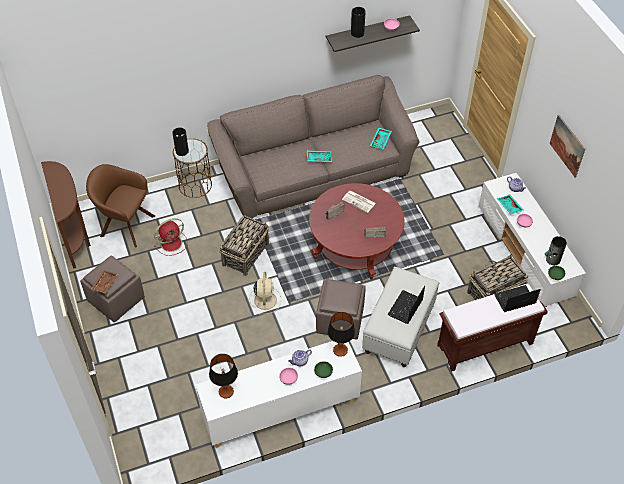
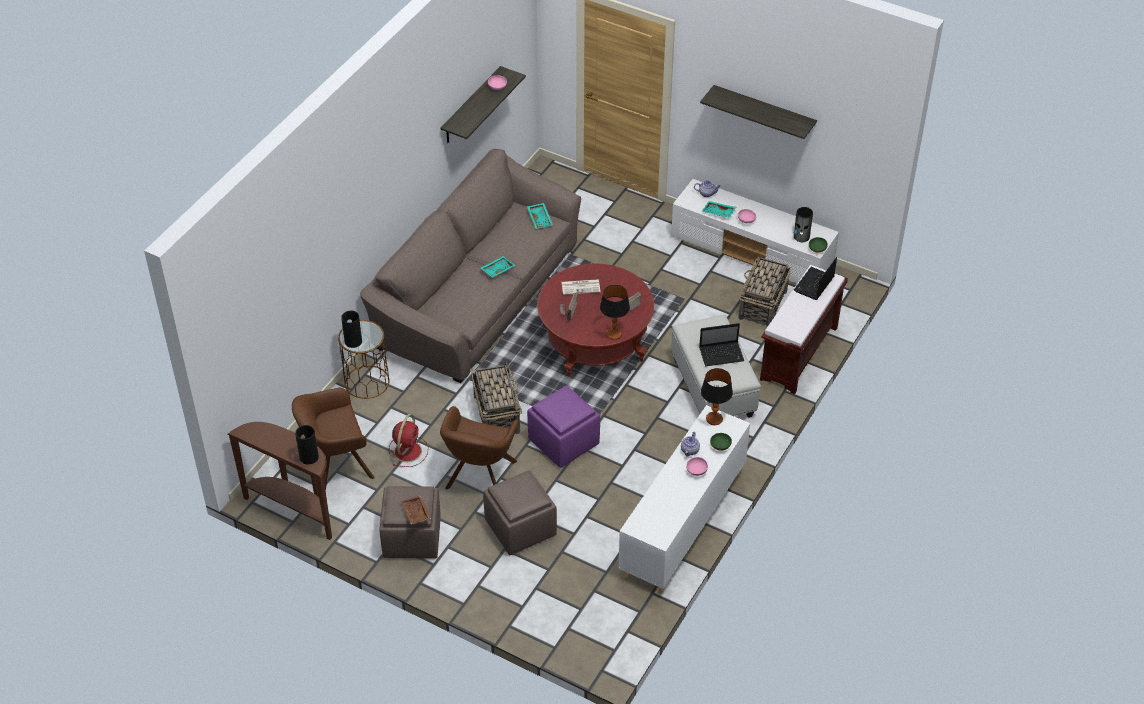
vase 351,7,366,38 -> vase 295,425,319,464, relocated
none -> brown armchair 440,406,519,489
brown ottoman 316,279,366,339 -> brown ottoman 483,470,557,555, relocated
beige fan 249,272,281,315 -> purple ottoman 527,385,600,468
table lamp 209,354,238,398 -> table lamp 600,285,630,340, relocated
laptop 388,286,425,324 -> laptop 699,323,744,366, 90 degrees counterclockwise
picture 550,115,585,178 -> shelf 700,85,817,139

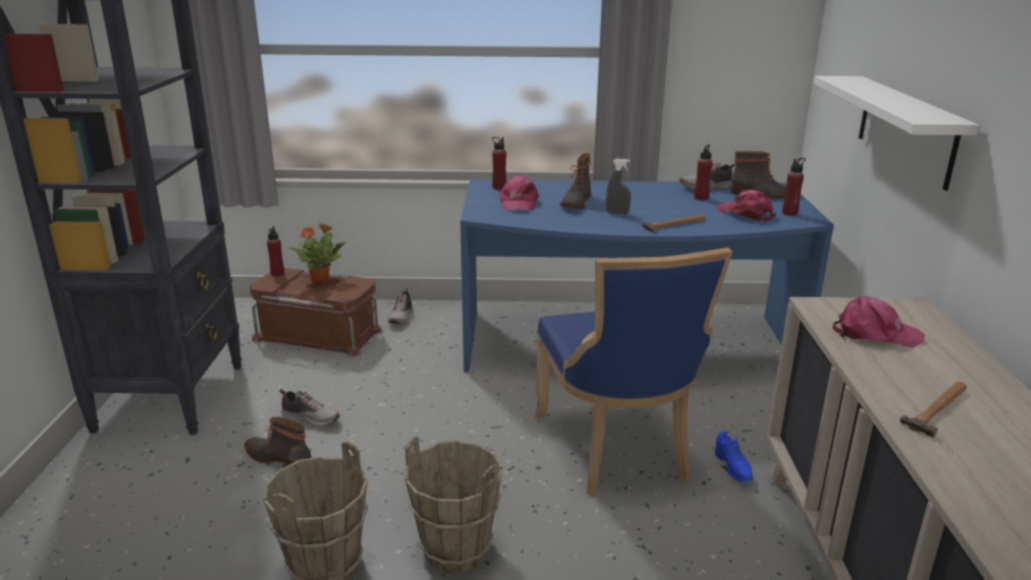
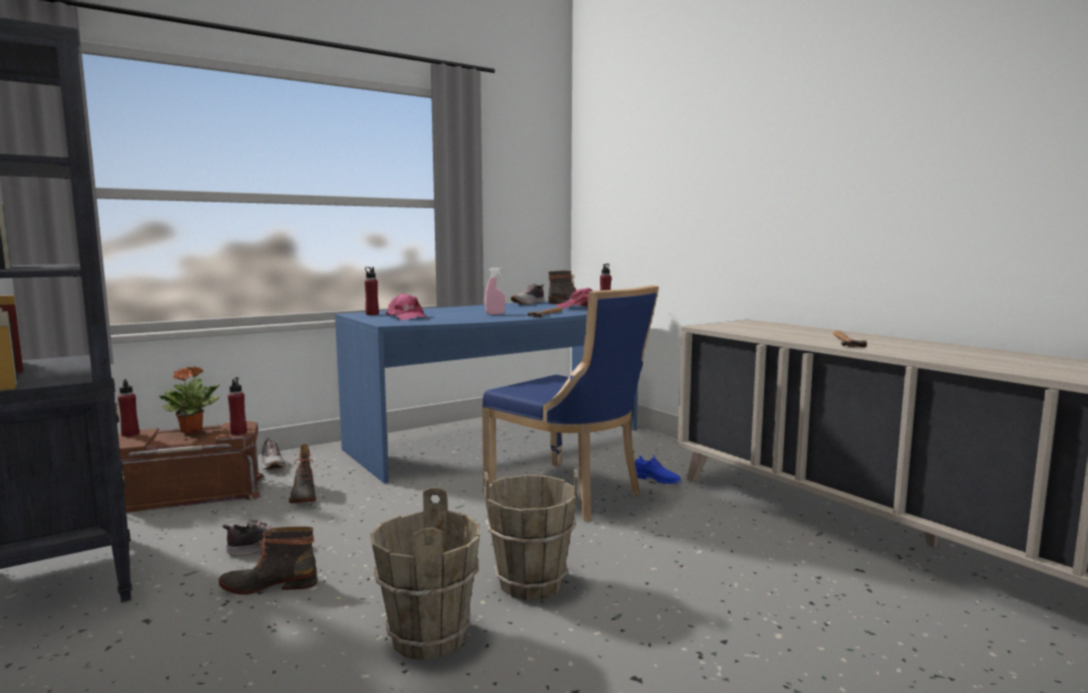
red bottle 694,144,713,200 -> red bottle 228,377,247,435, relocated
boot 560,153,591,209 -> boot 289,444,316,503, relocated
grey spray bottle 606,159,631,214 -> pink spray bottle 485,268,505,315
white shelf 813,76,979,191 -> none
pink cap 832,296,925,348 -> none

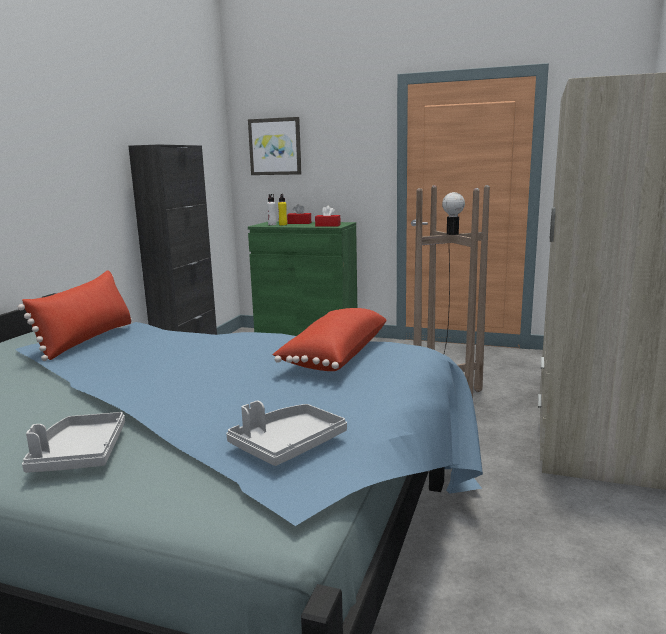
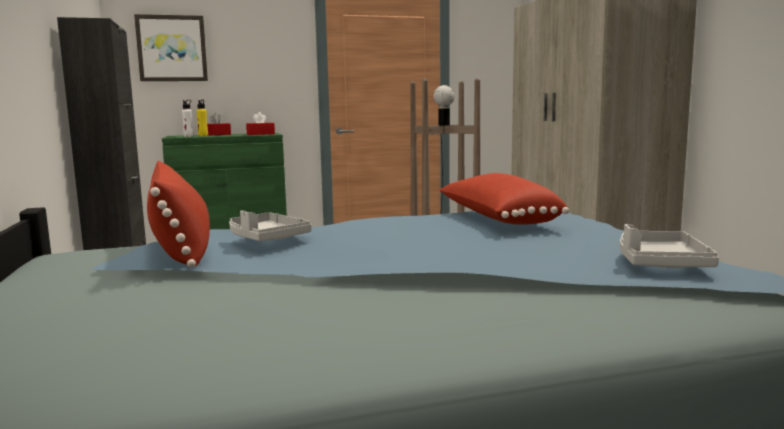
grey tray 22,412,125,473 -> grey tray 229,210,312,241, relocated

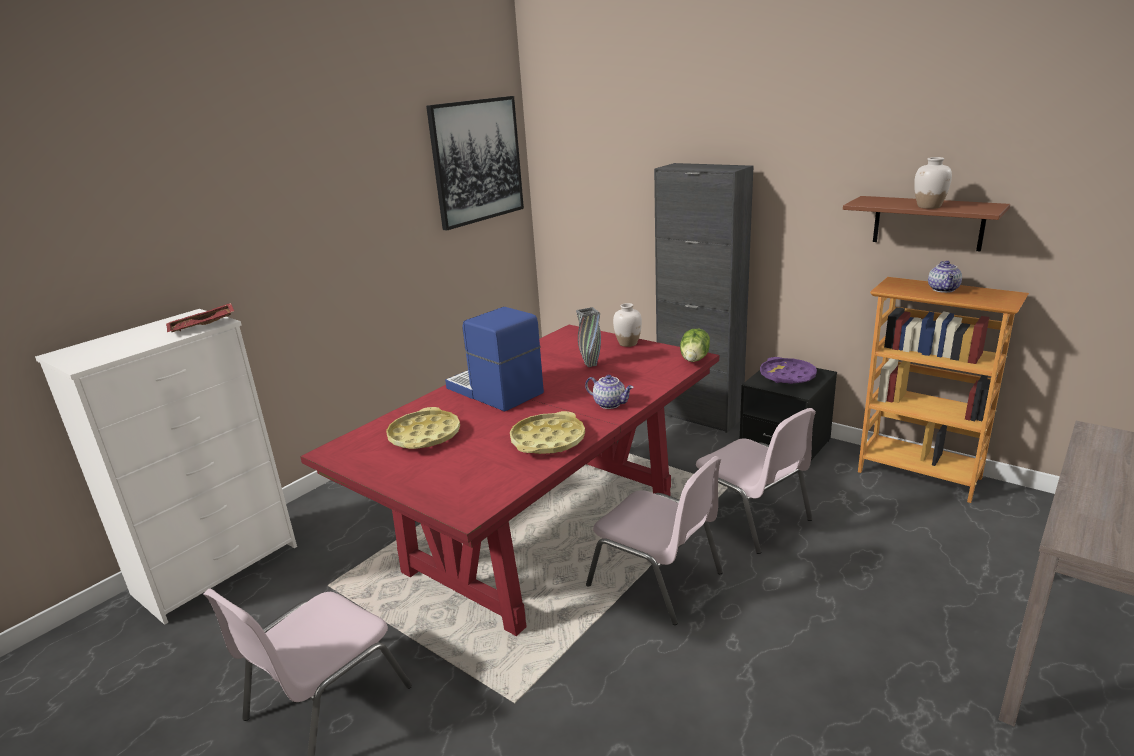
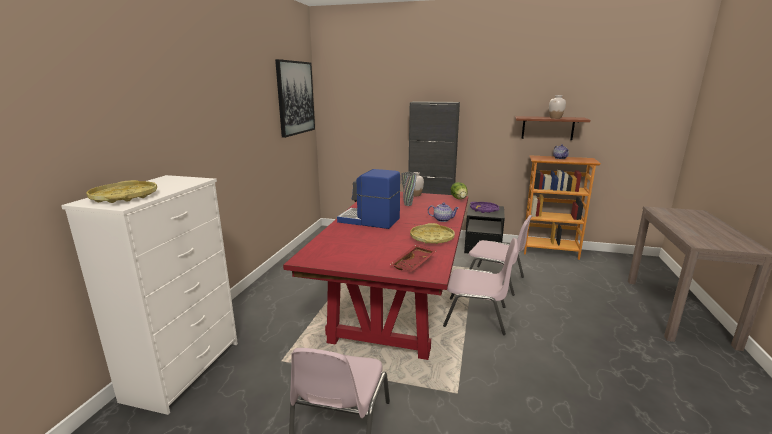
yellow tray 386,407,460,449 -> yellow tray 86,180,157,203, relocated
red tray 166,303,234,332 -> red tray 390,245,436,271, relocated

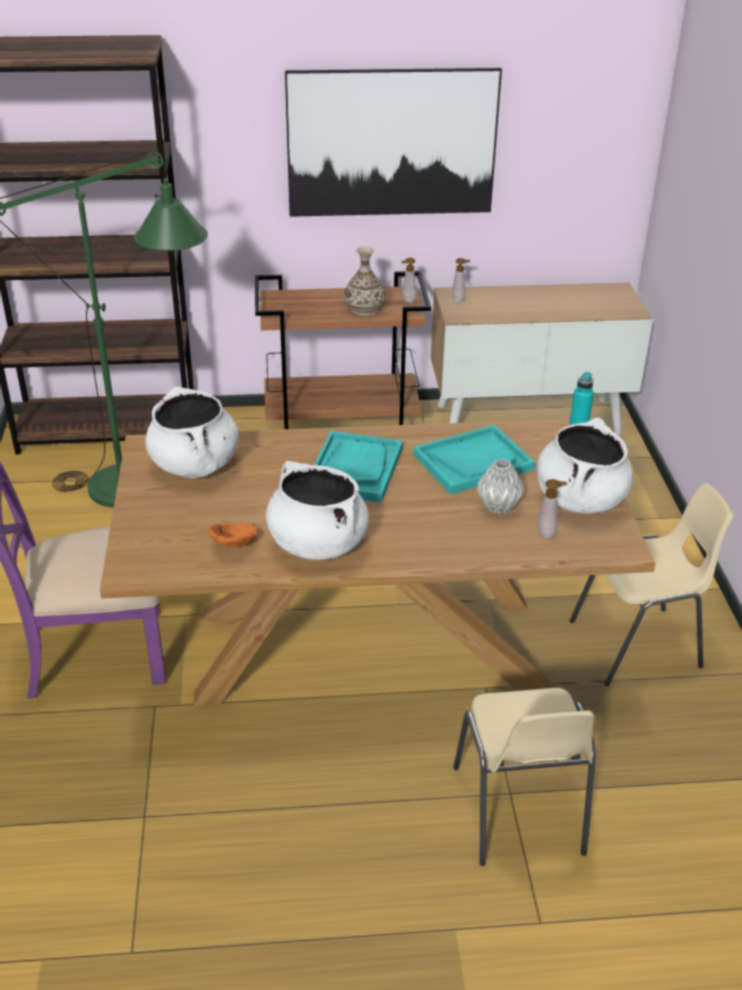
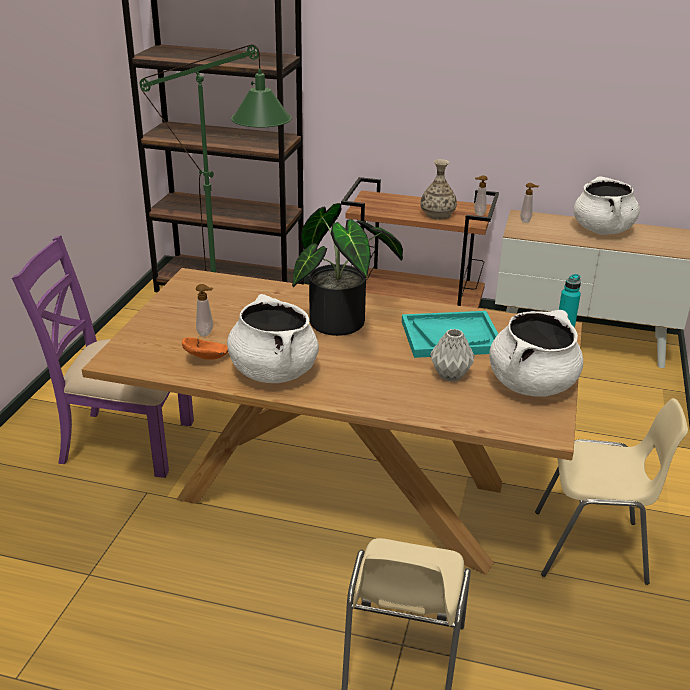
soap dispenser 537,479,567,538 -> soap dispenser 196,284,213,337, relocated
turquoise tray 314,431,403,503 -> potted plant 292,203,403,336
white cooking pot 145,387,239,478 -> white cooking pot 574,176,640,235, relocated
picture 285,68,502,217 -> none

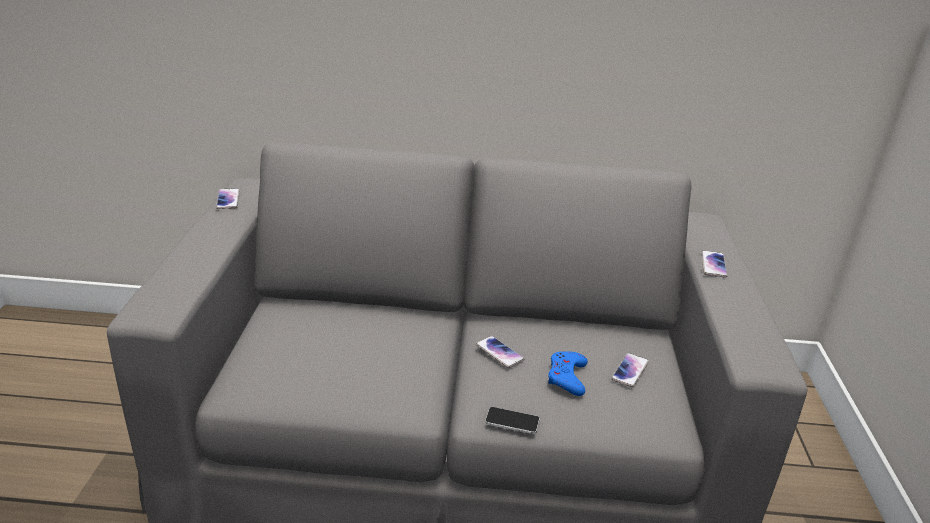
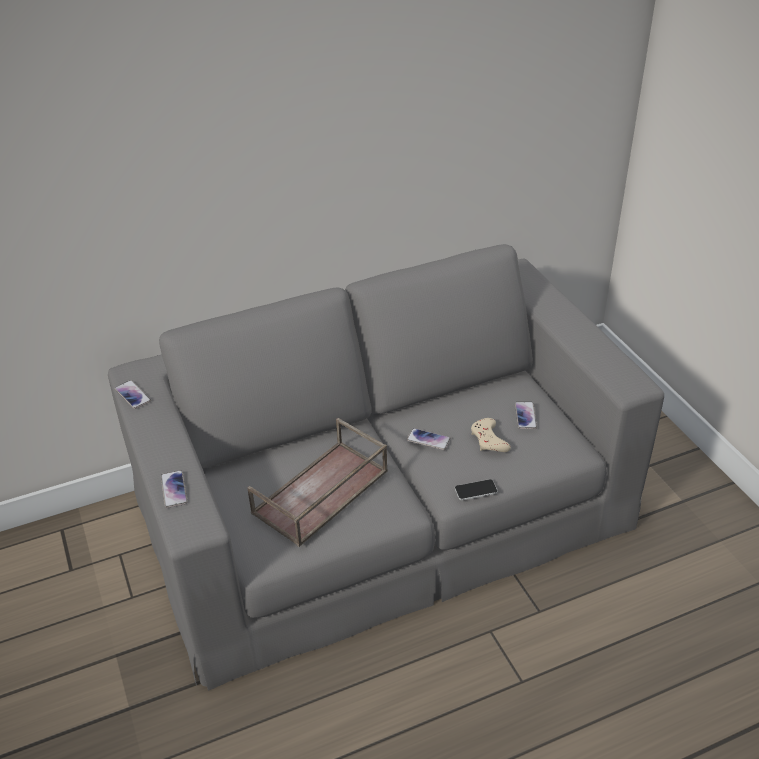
phone 701,250,728,278 -> phone 161,470,187,508, relocated
none -> brown tray 247,418,388,547
blue game controller 548,351,588,396 -> beige game controller 471,418,511,452

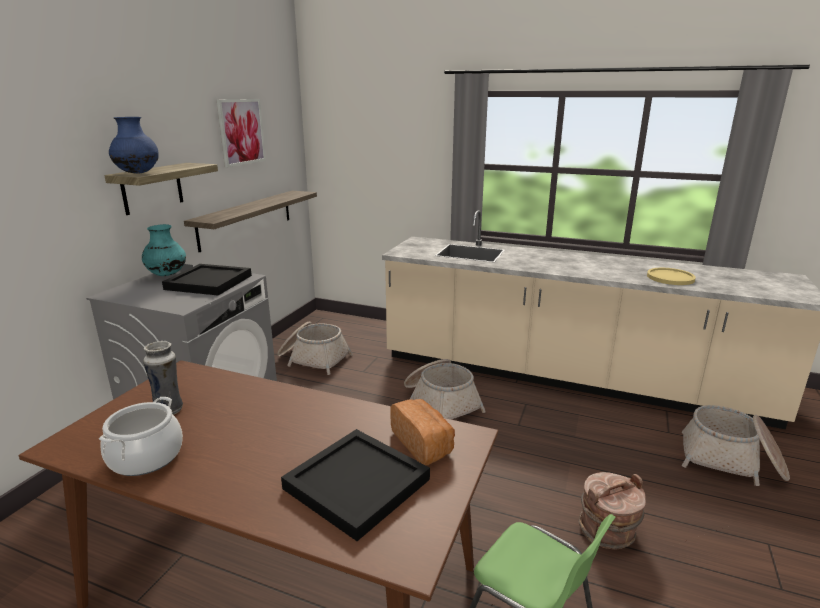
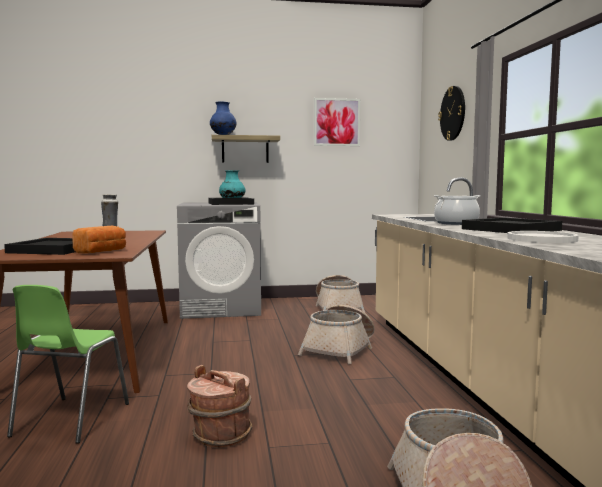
cooking pot 99,397,183,476 -> cooking pot 434,195,481,225, relocated
none -> wall clock 438,86,465,141
none -> black tray 462,217,562,233
yellow plate 647,268,696,285 -> white plate 507,231,579,243
shelf 184,191,317,252 -> none

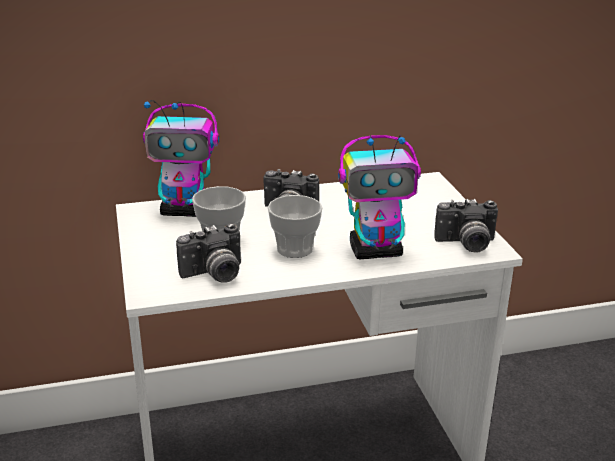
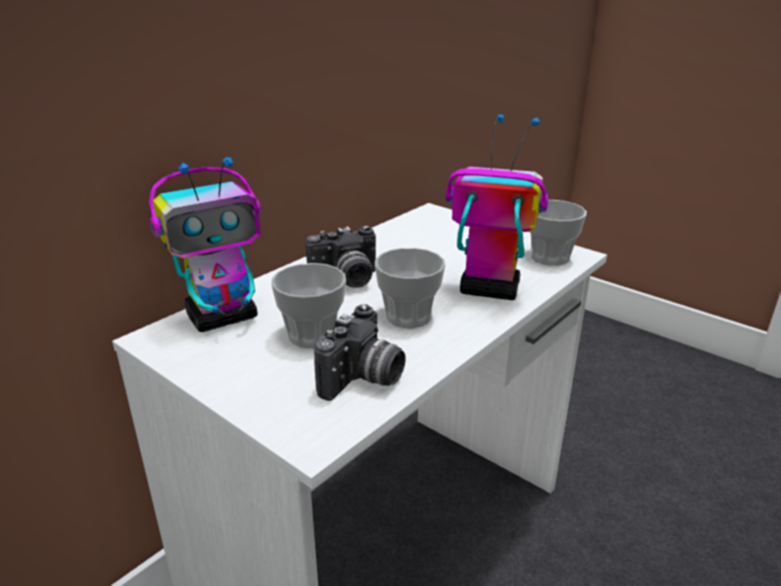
toy robot 338,135,421,259 -> toy robot 446,115,548,300, 120 degrees counterclockwise
photo camera 434,199,498,253 -> cup 530,200,587,266

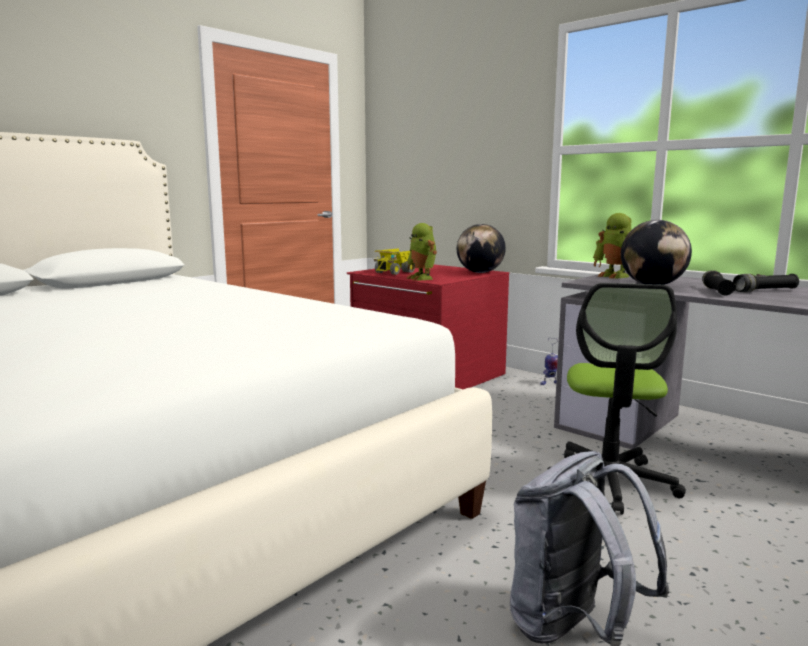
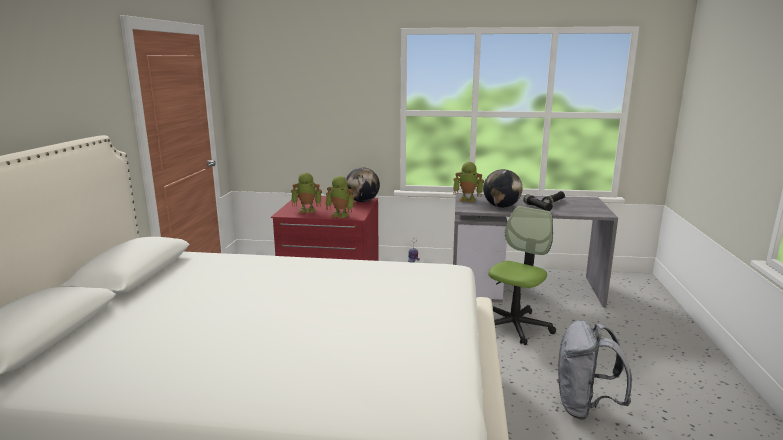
toy truck 374,249,415,275 -> toy robot 291,172,322,214
office chair 547,283,686,515 -> office chair 488,206,556,345, 120 degrees counterclockwise

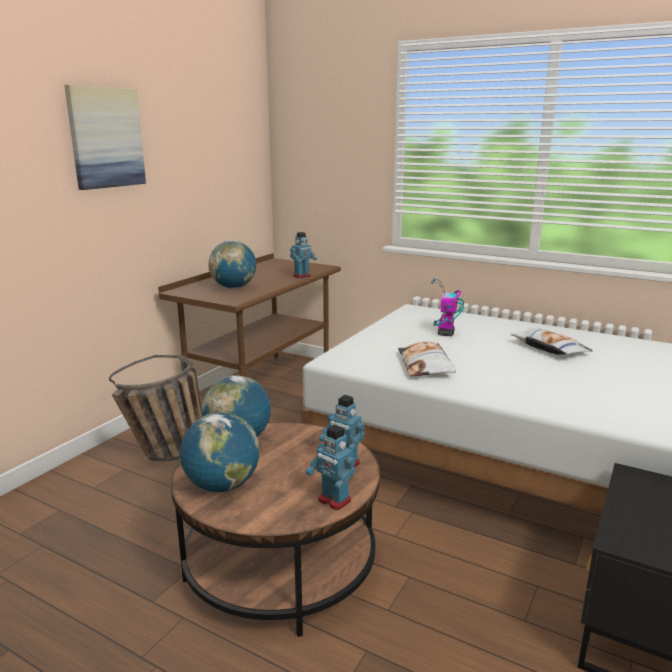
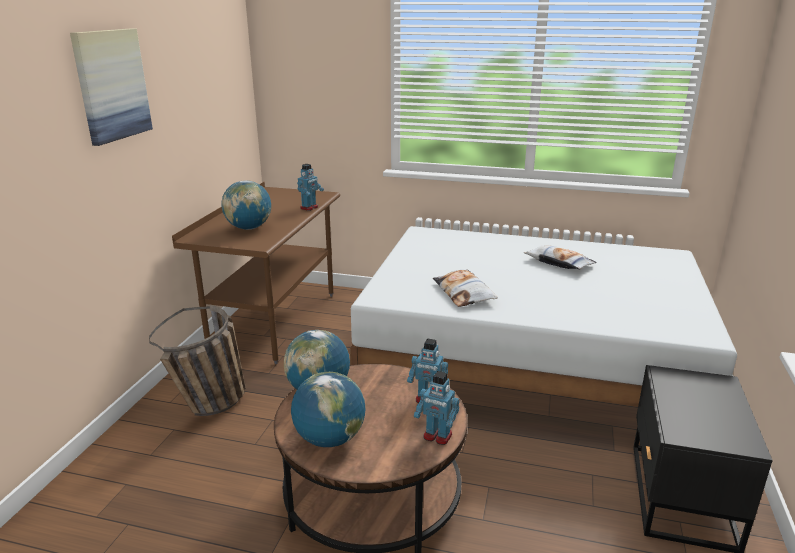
toy robot 431,279,464,336 -> none

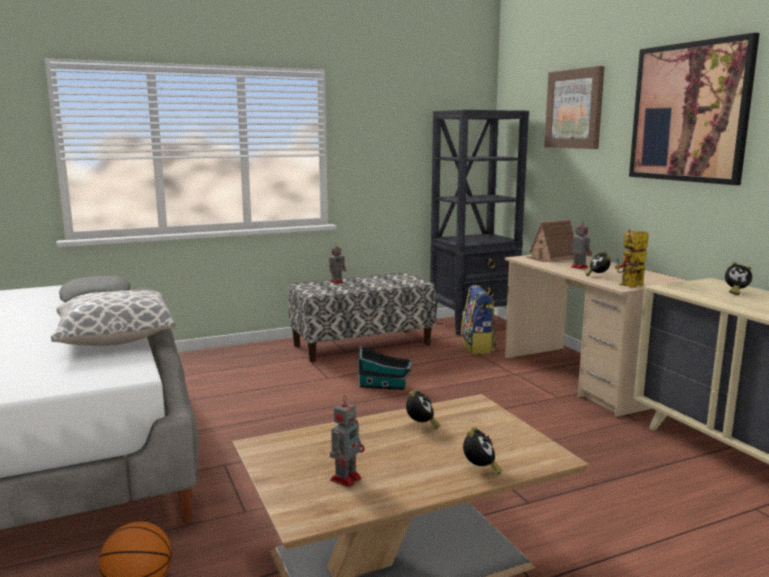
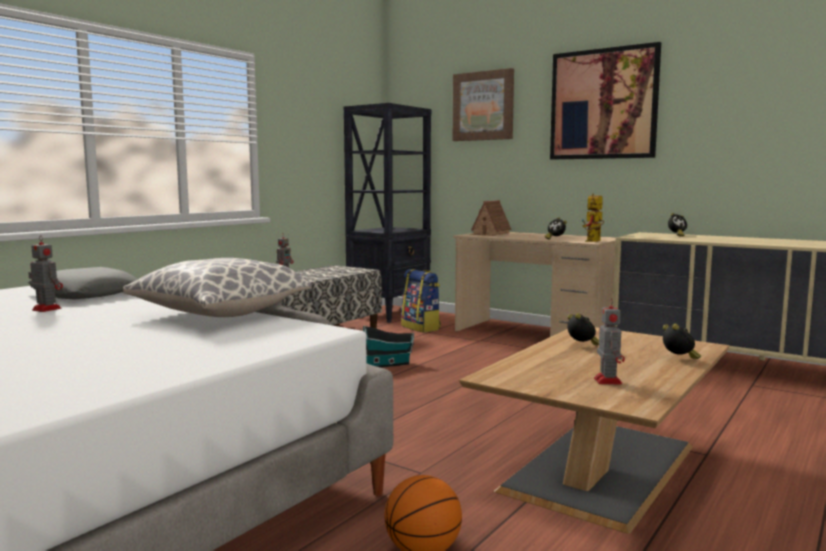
toy robot 570,220,592,269 -> toy robot 28,235,63,312, relocated

